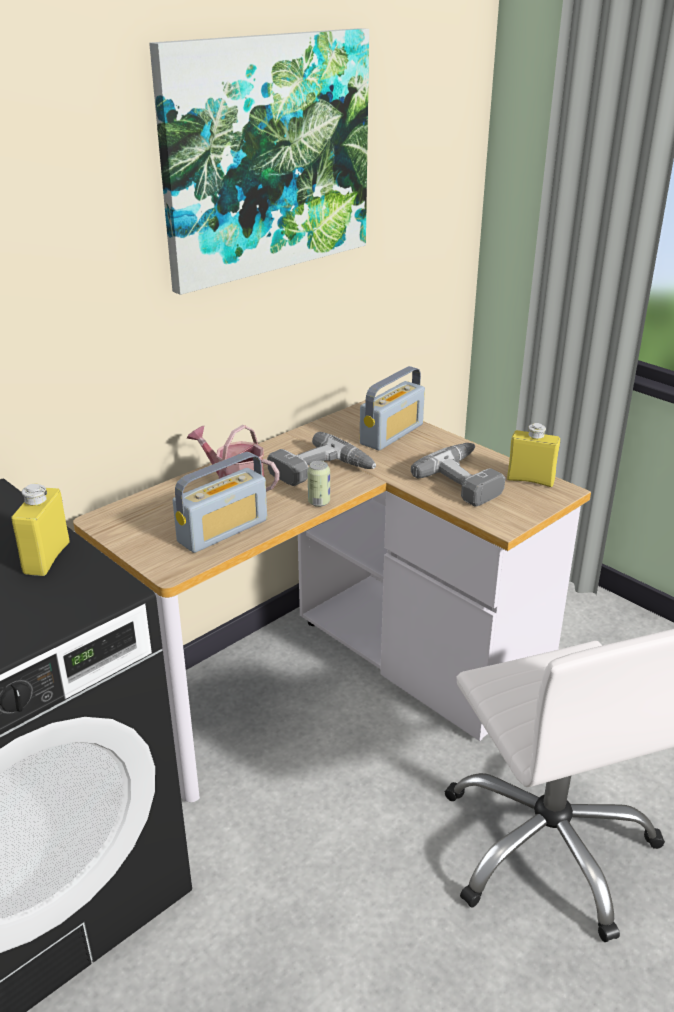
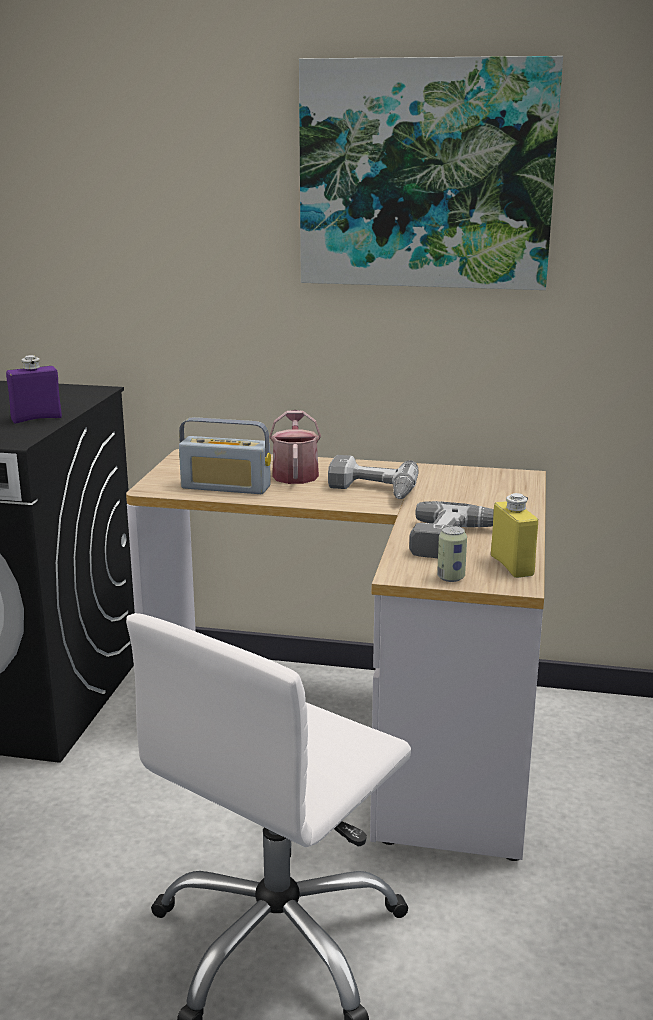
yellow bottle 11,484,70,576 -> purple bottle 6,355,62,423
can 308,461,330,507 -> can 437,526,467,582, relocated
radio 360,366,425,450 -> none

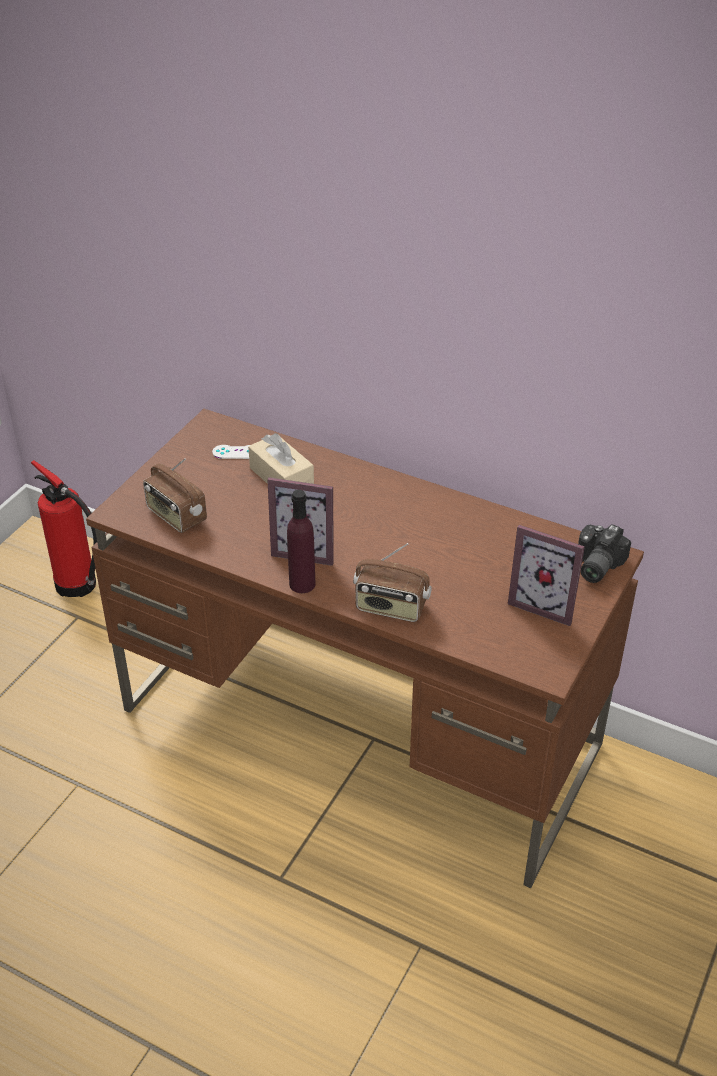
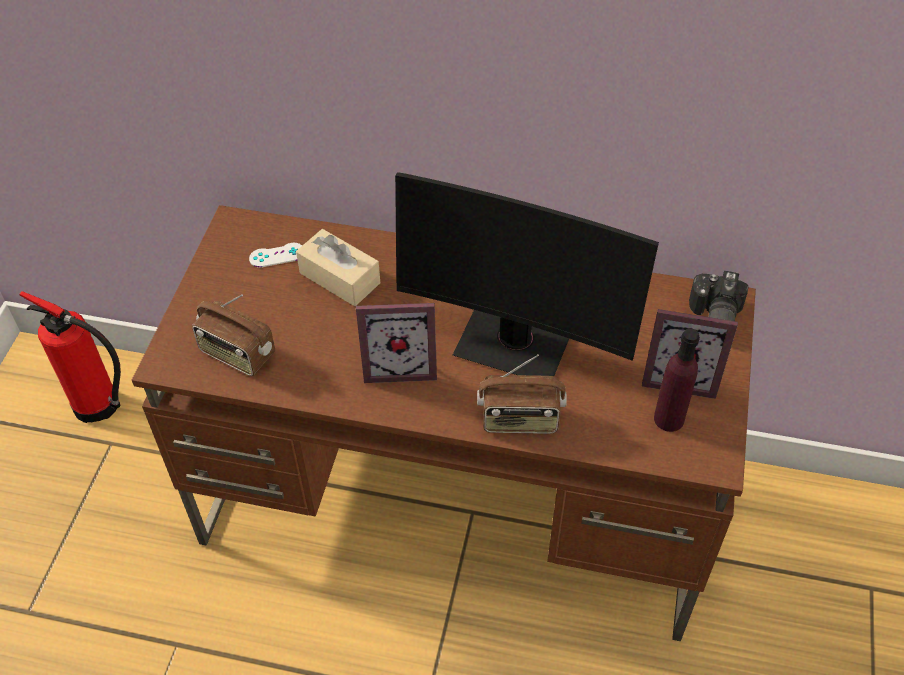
none -> monitor 395,172,659,376
purple bottle 287,490,316,593 -> purple bottle 654,329,700,432, relocated

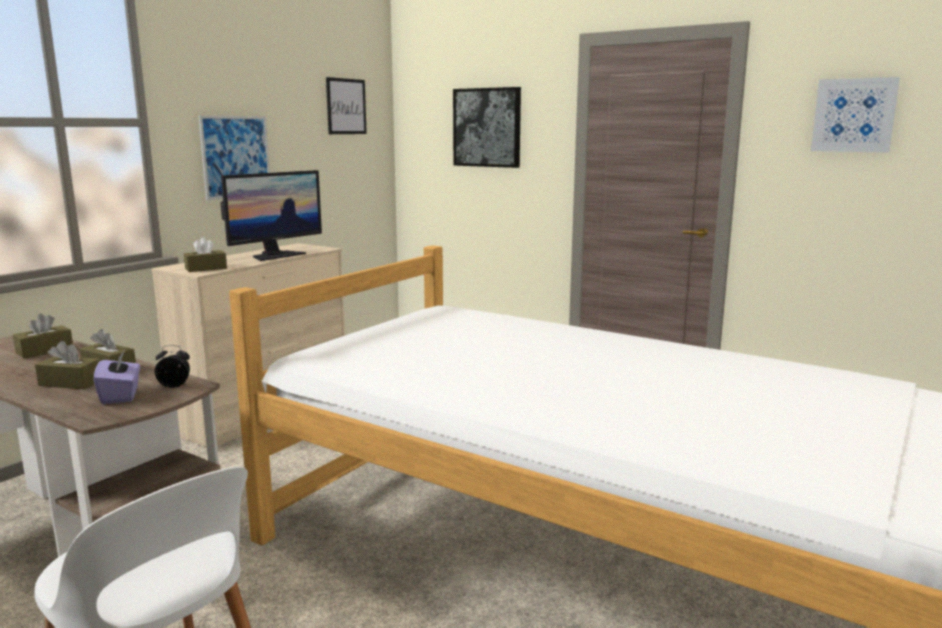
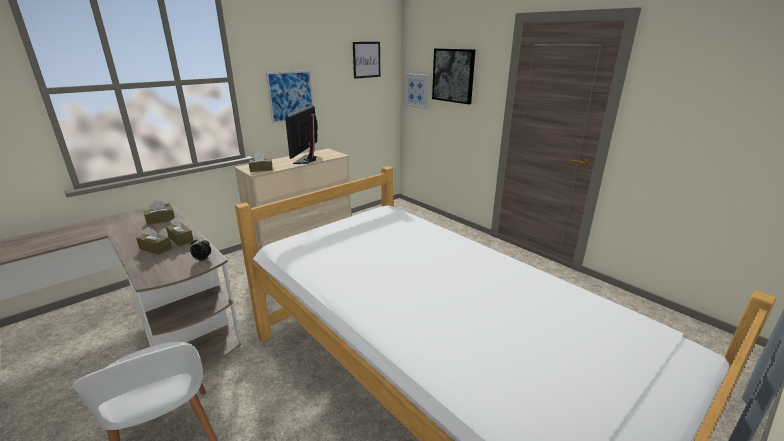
monitor 220,170,322,261 -> monitor 285,105,318,164, 135 degrees clockwise
picture 811,77,900,153 -> picture 404,73,429,109, relocated
purple tissue box 93,350,140,404 -> none

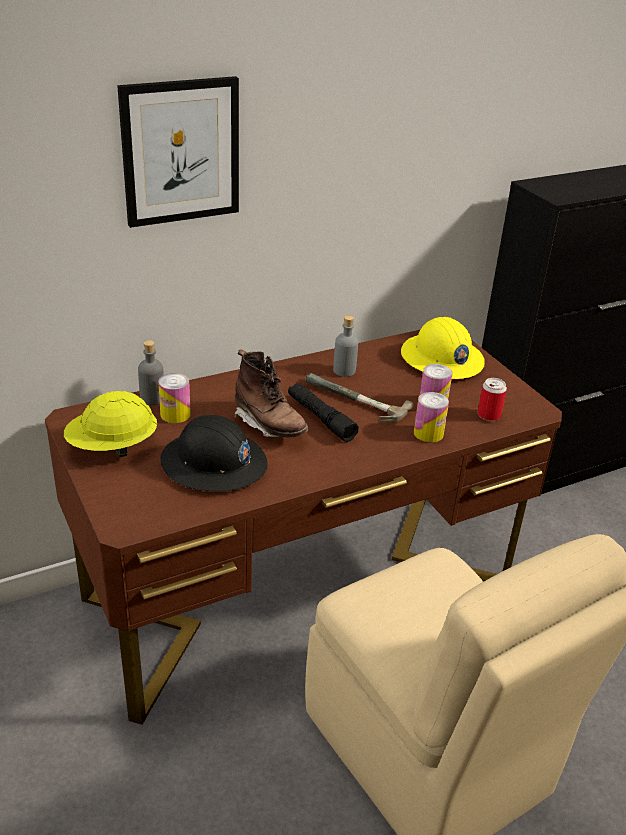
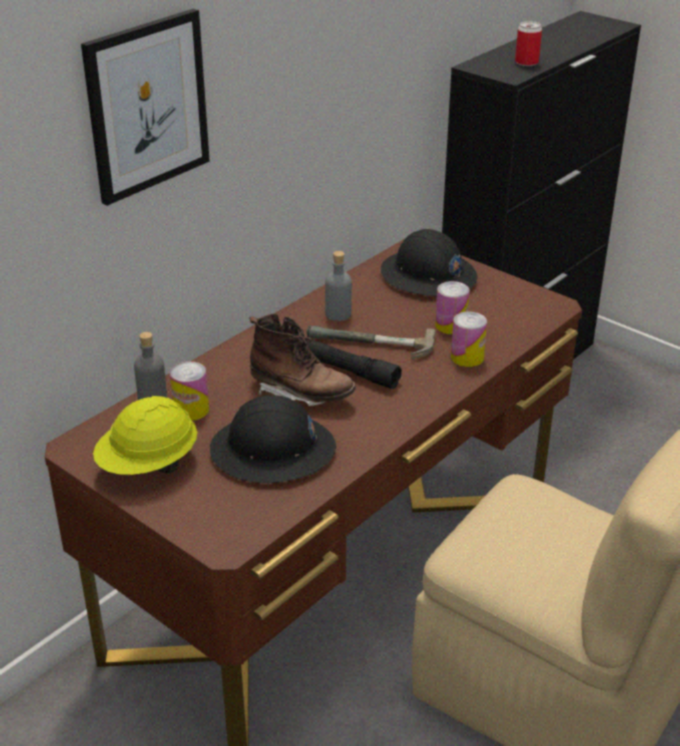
yellow hard hat 401,317,485,379 -> black hard hat 381,229,477,296
can 478,378,507,421 -> can 515,21,542,66, relocated

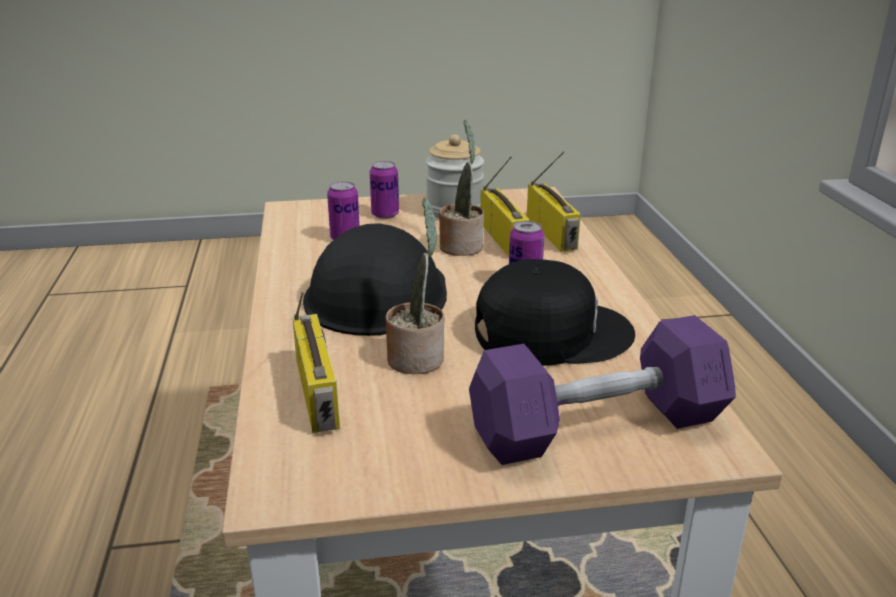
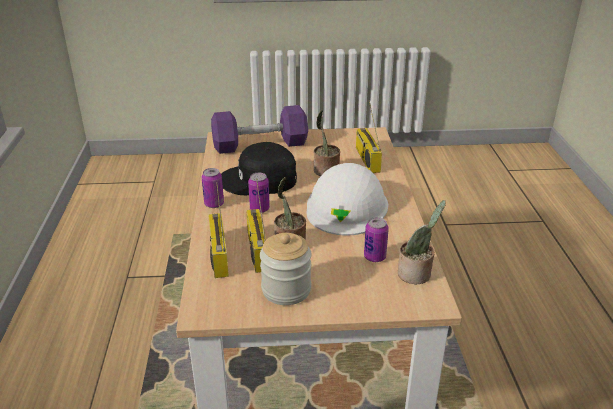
can 370,161,399,219 -> can 202,168,224,208, relocated
black hard hat 303,223,447,336 -> white hard hat 307,163,388,236
none -> potted plant 398,200,446,284

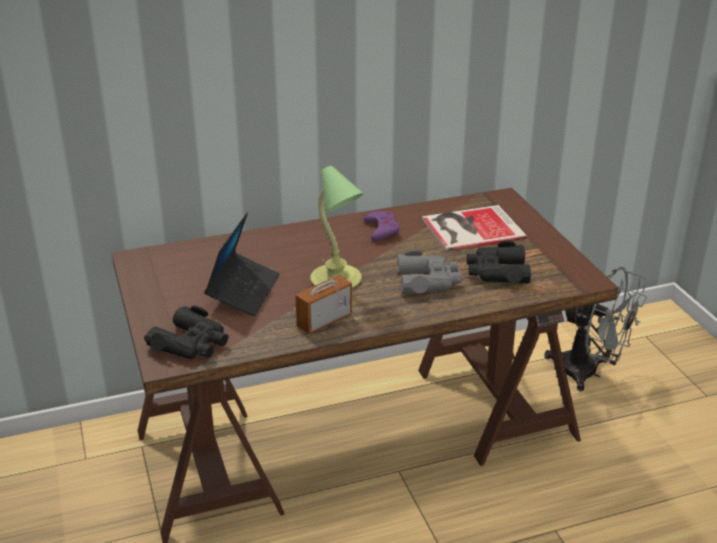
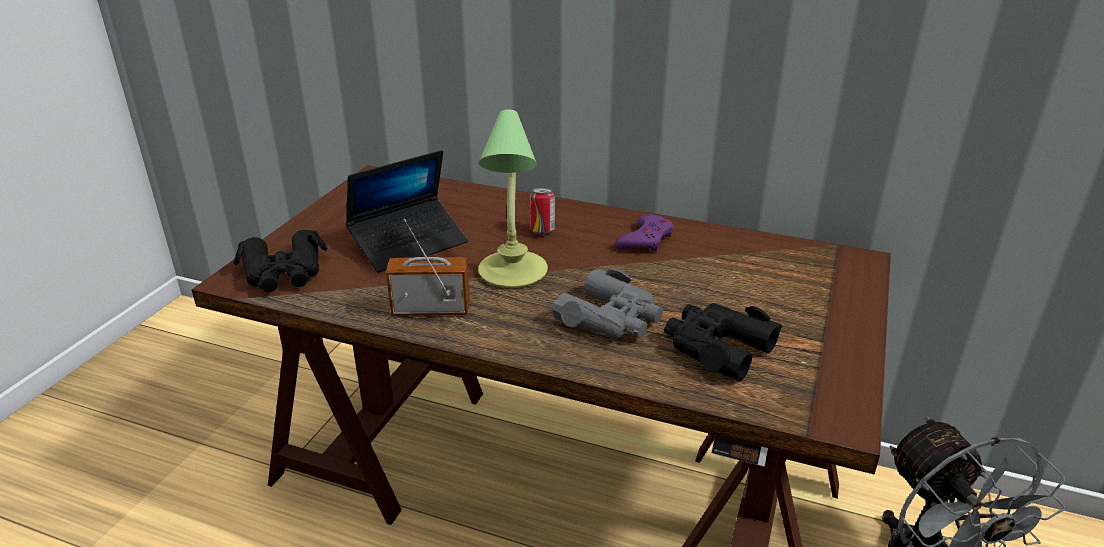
none -> can 530,188,555,235
book 422,205,527,251 -> none

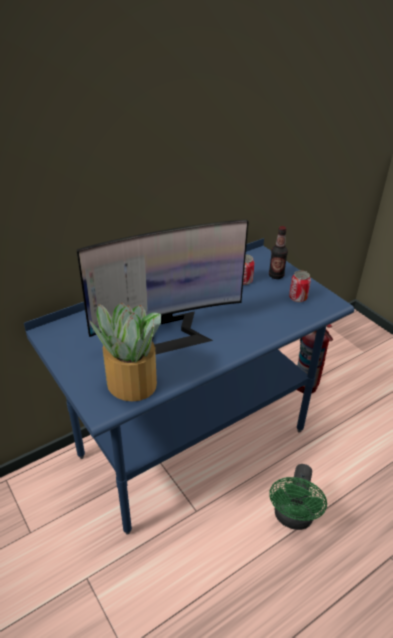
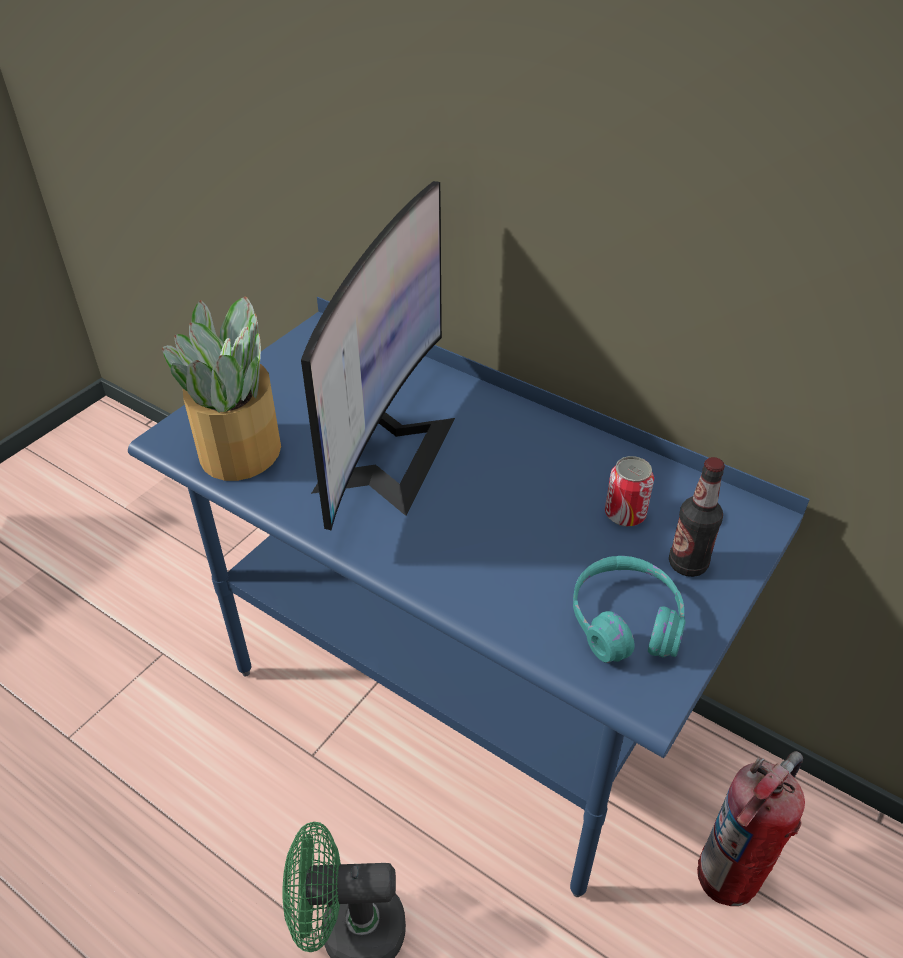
monitor 76,220,249,354 -> monitor 301,181,455,531, 120 degrees counterclockwise
can 289,270,311,302 -> turquoise headphones 573,556,686,663

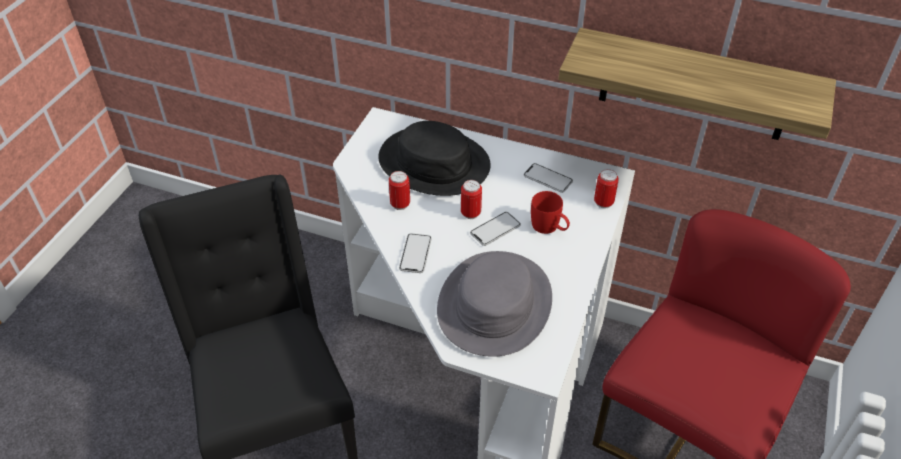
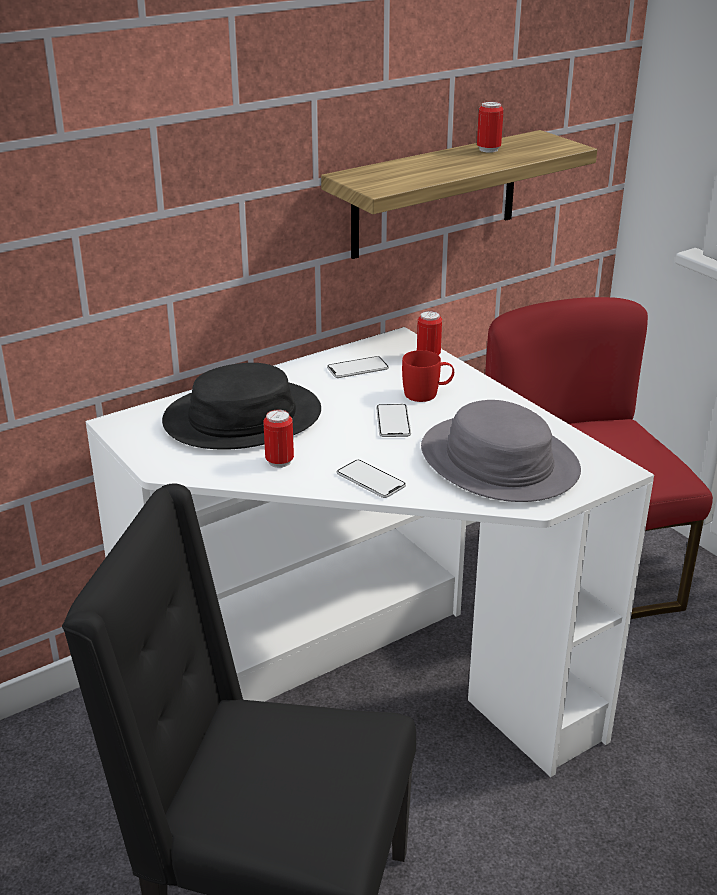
can 461,180,482,219 -> can 477,101,503,153, relocated

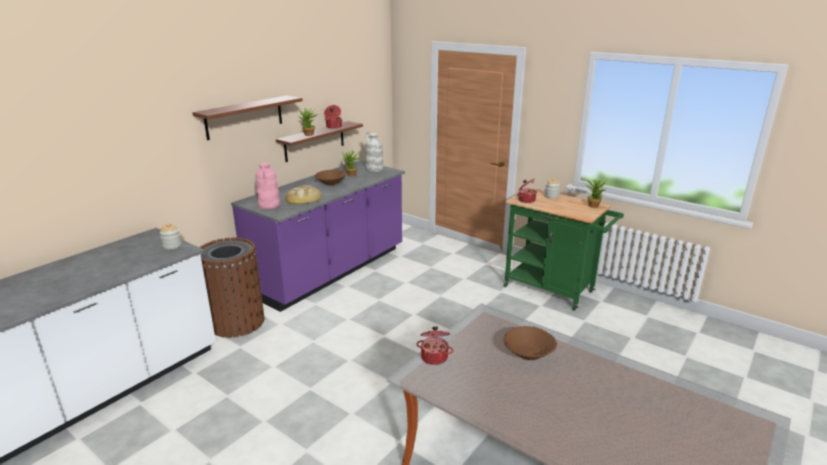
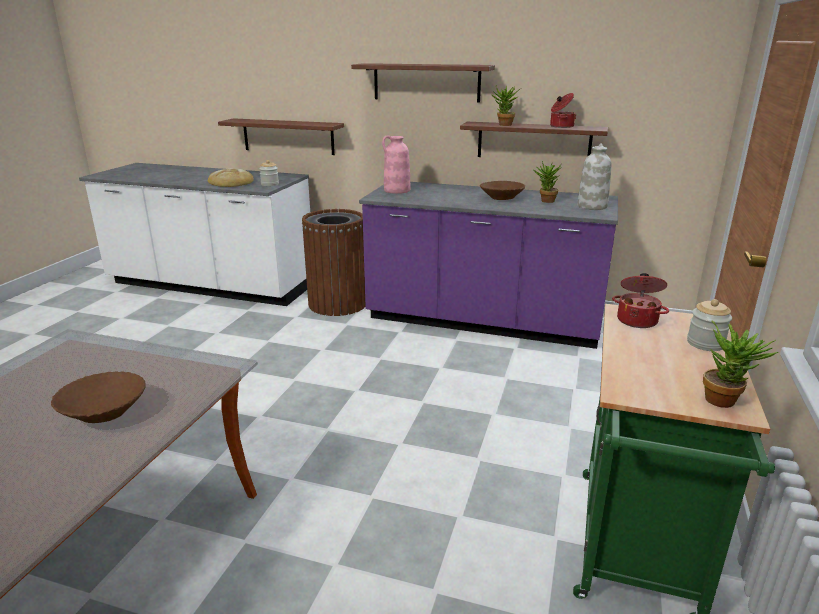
bread 285,185,322,204 -> bread 208,168,254,187, relocated
none -> shelf 218,118,344,155
cooking pot 416,326,454,365 -> none

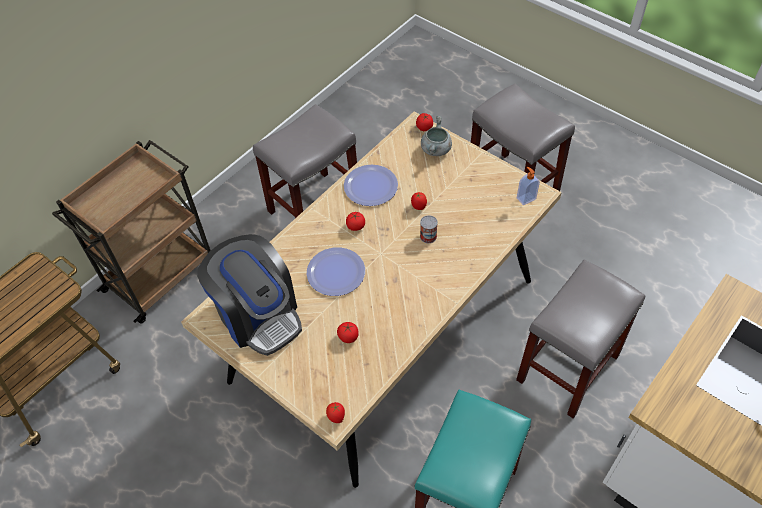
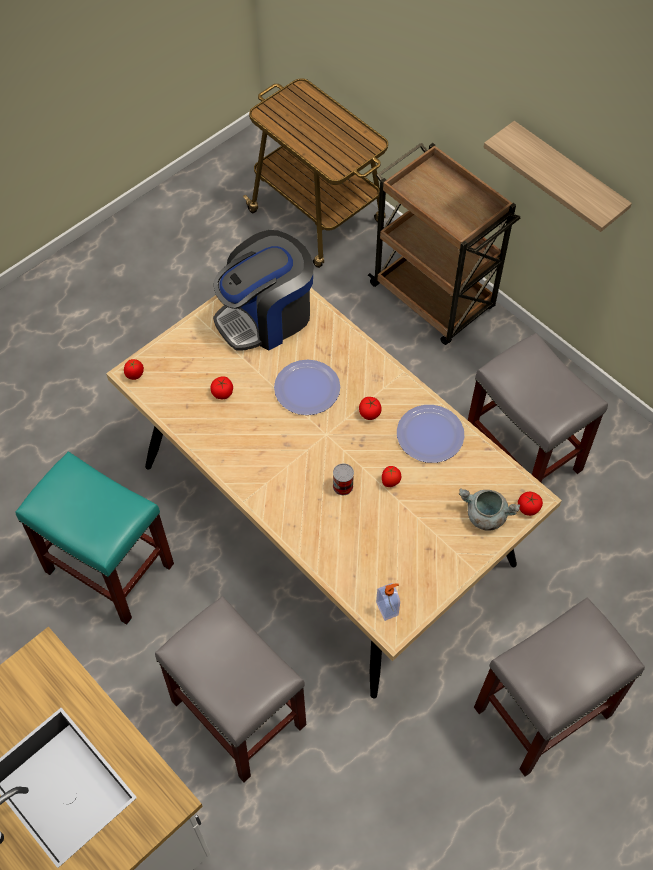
none -> shelf 484,121,632,232

